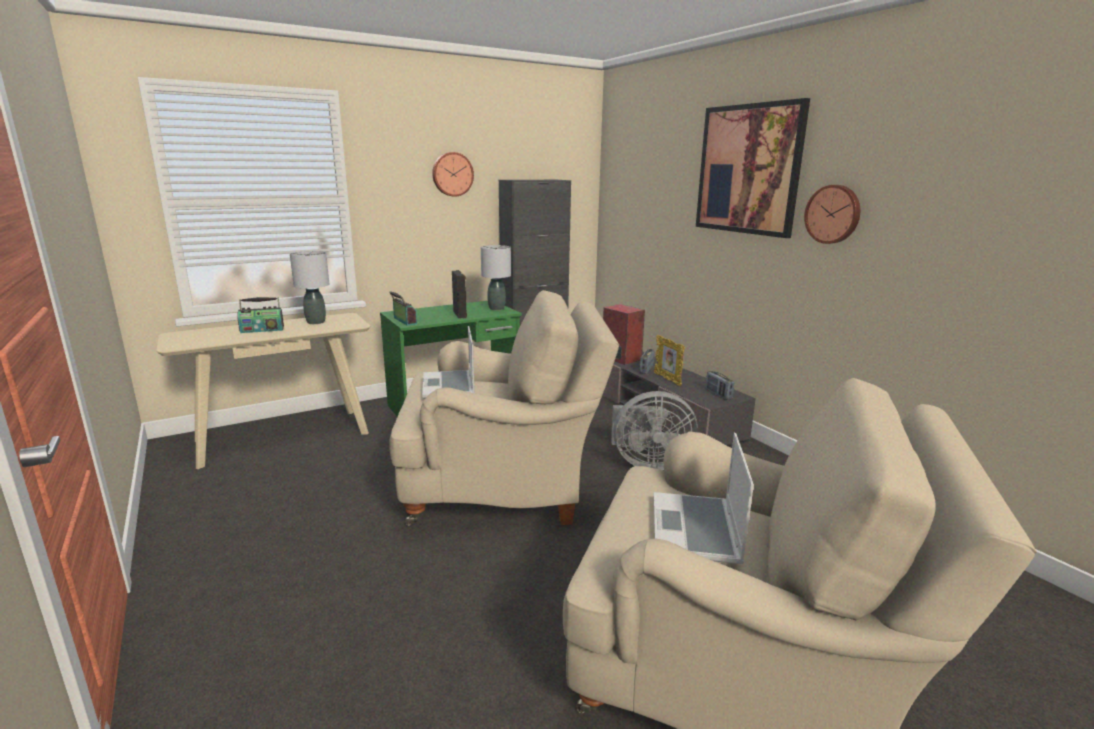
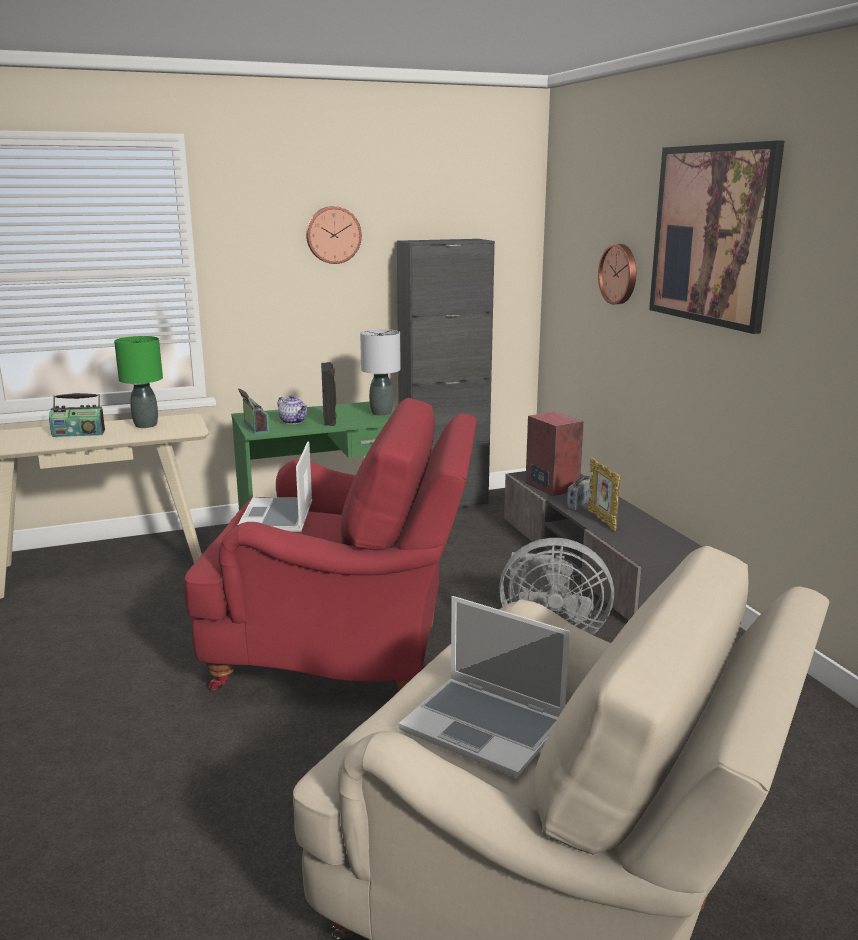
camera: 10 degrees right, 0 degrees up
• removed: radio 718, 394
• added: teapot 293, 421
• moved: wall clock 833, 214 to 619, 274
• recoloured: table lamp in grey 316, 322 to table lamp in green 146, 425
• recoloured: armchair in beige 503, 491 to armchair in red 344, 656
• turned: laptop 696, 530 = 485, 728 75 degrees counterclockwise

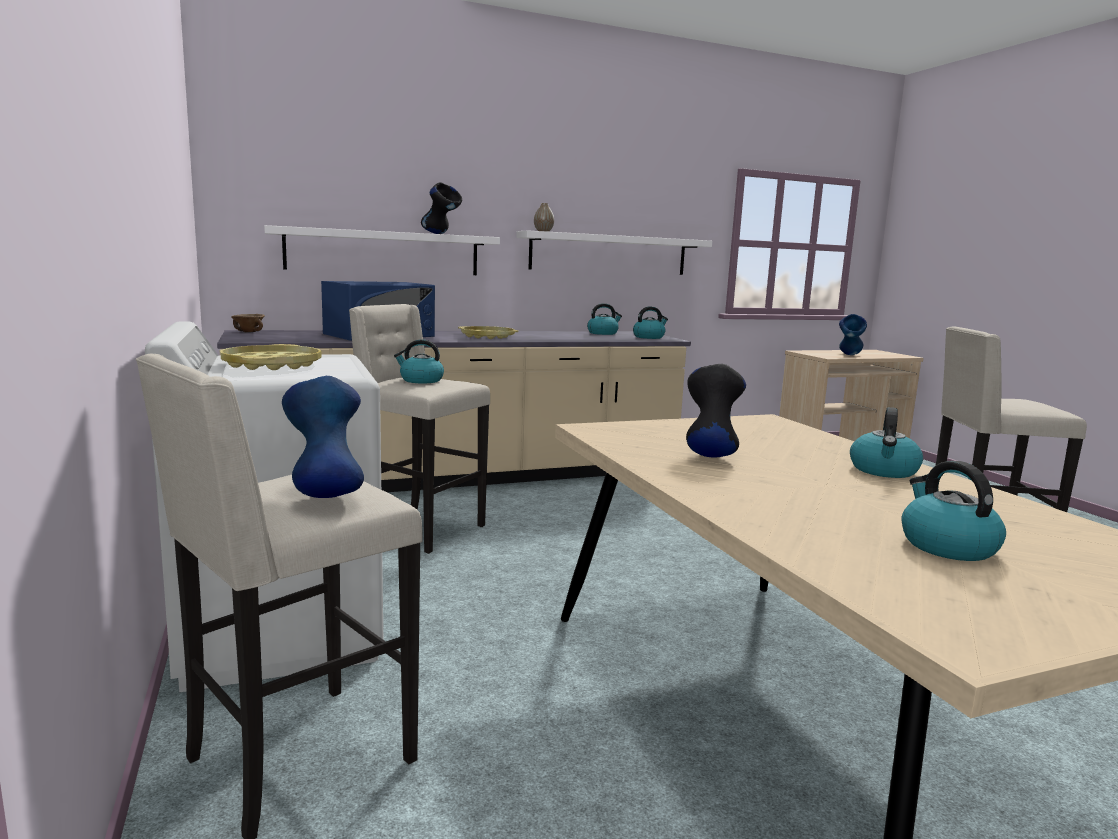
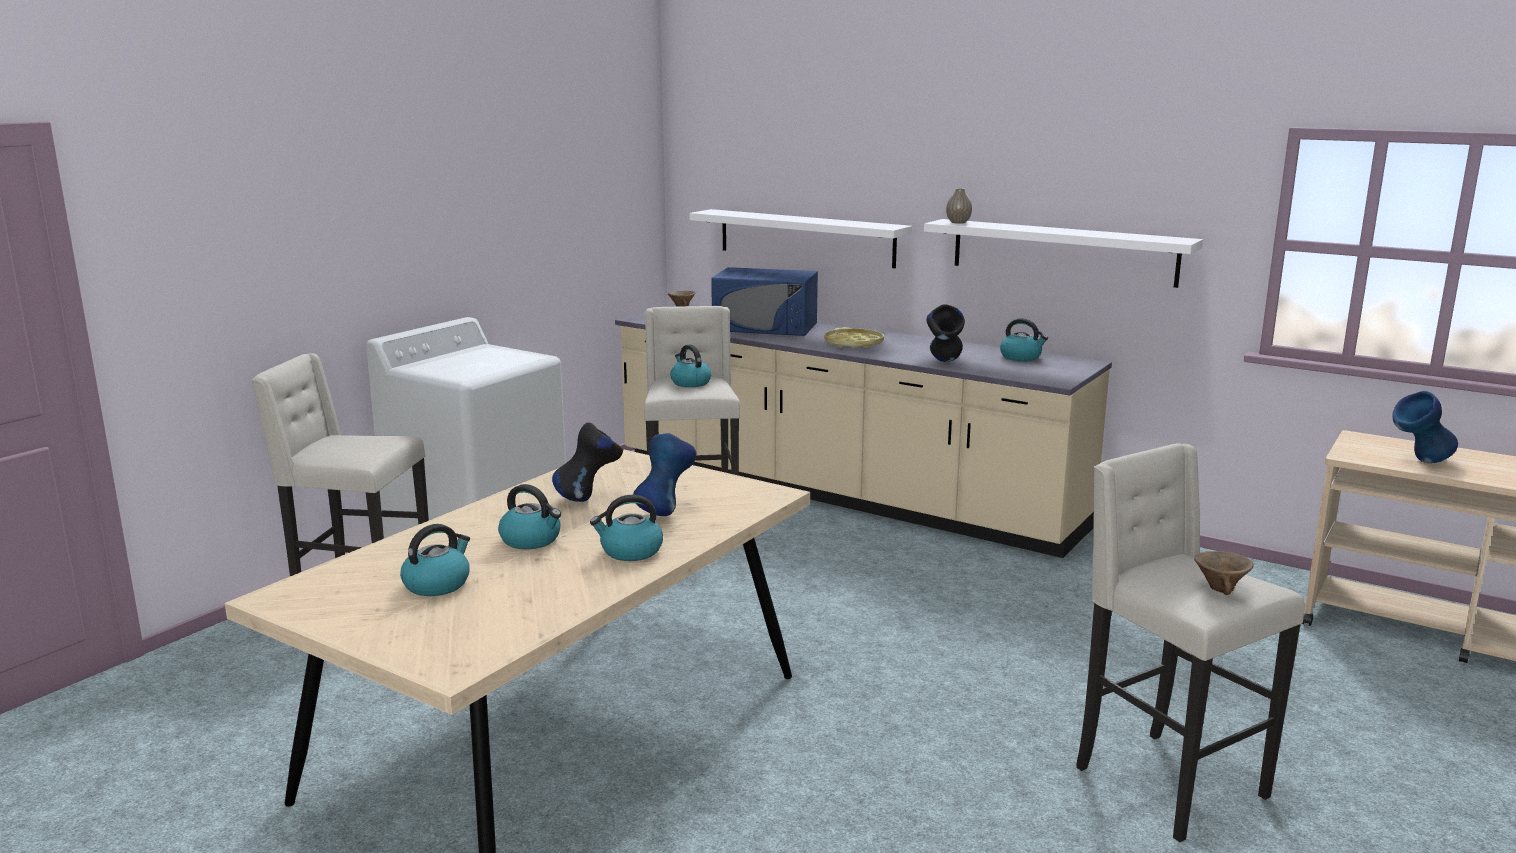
camera: 55 degrees right, 5 degrees up
• removed: tray in yellow 272, 365
• added: bowl in brown 1221, 589
• moved: vase in blue 325, 493 to 665, 512
• moved: vase in black 441, 234 to 944, 363
• moved: kettle 649, 337 to 531, 540

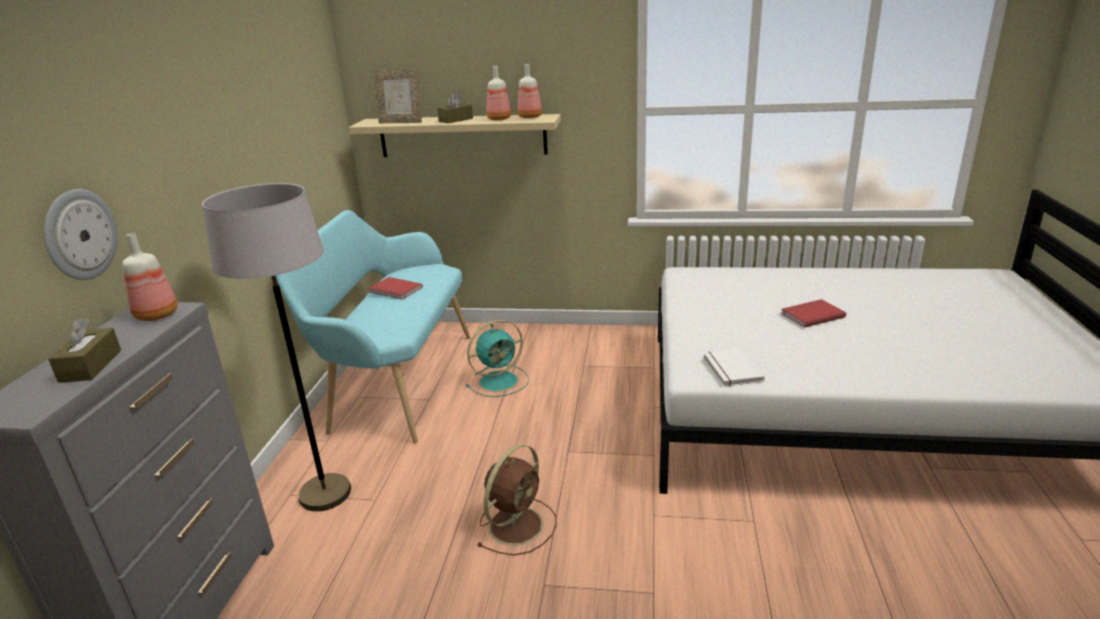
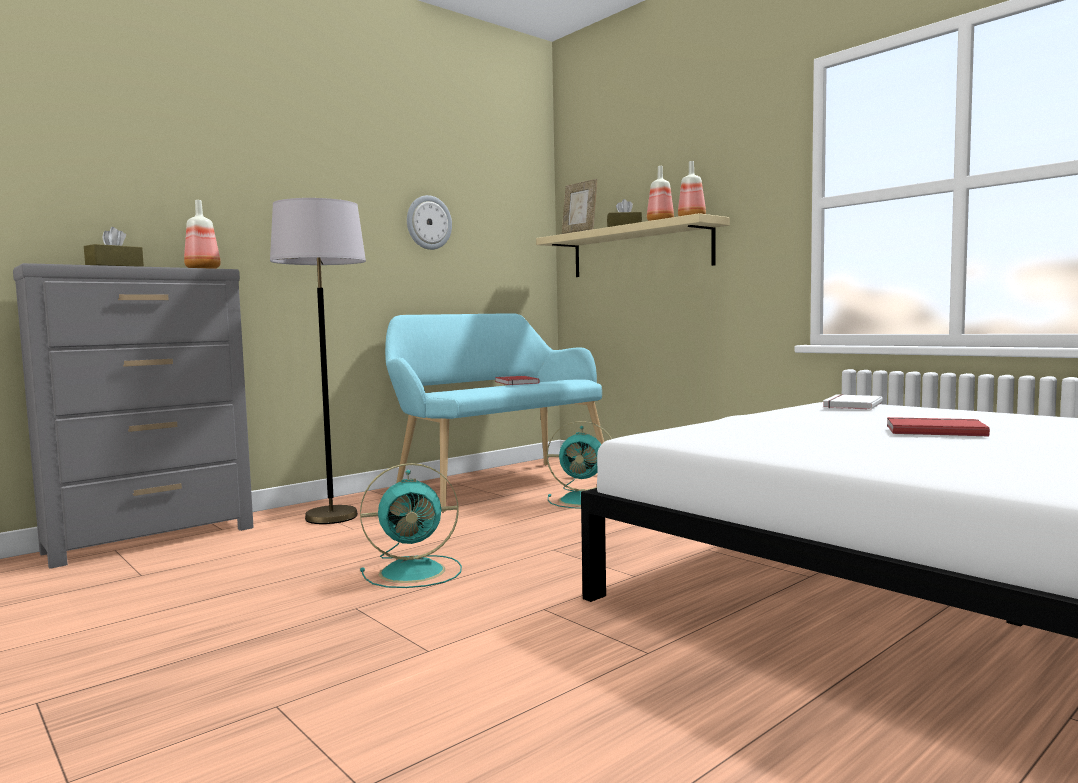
camera: 40 degrees right, 20 degrees down
• moved: wall clock 79, 234 to 428, 222
• moved: book in white 730, 370 to 850, 405
• recoloured: fan in brown 517, 524 to fan in turquoise 415, 571

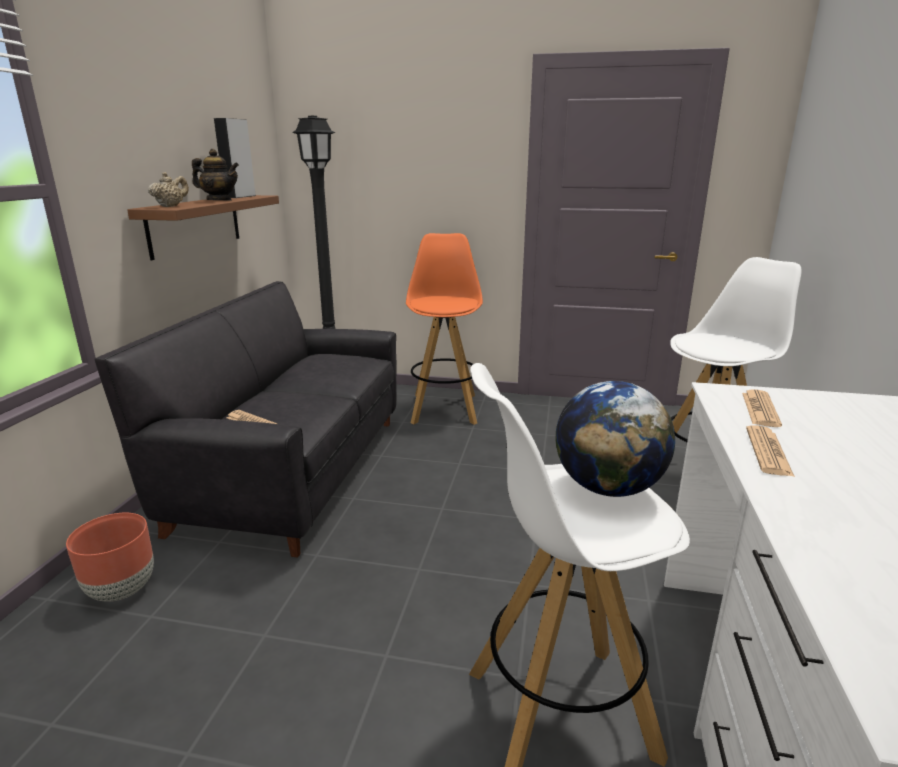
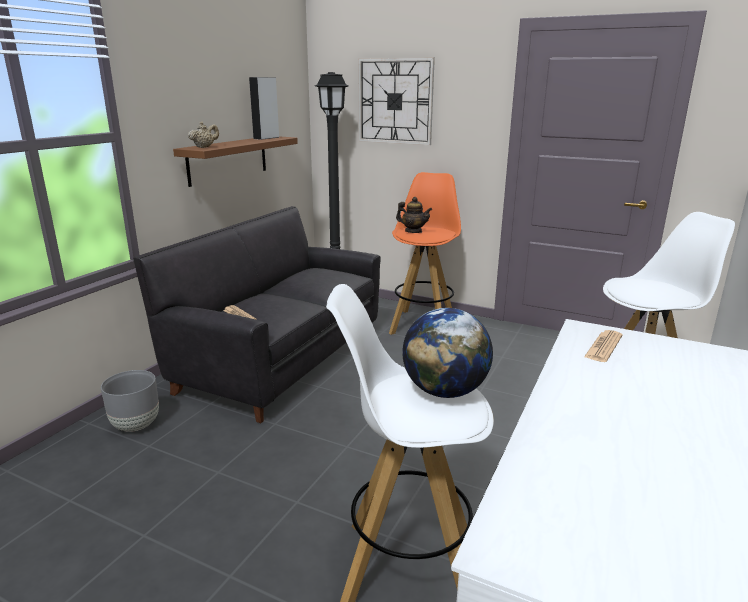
camera: 15 degrees right, 0 degrees up
• removed: newspaper 768, 452
• added: wall clock 395, 101
• moved: teapot 219, 200 to 413, 231
• recoloured: planter in brown 121, 589 to planter in grey 136, 425

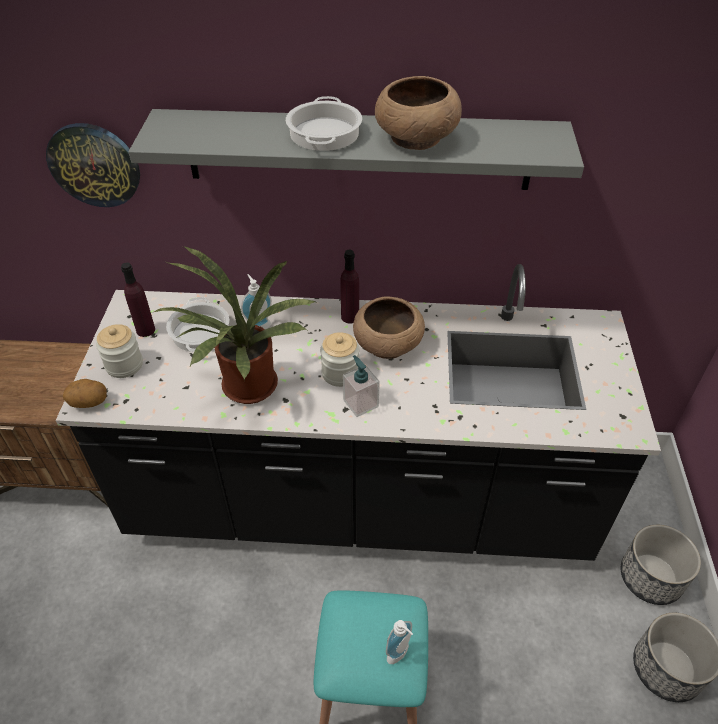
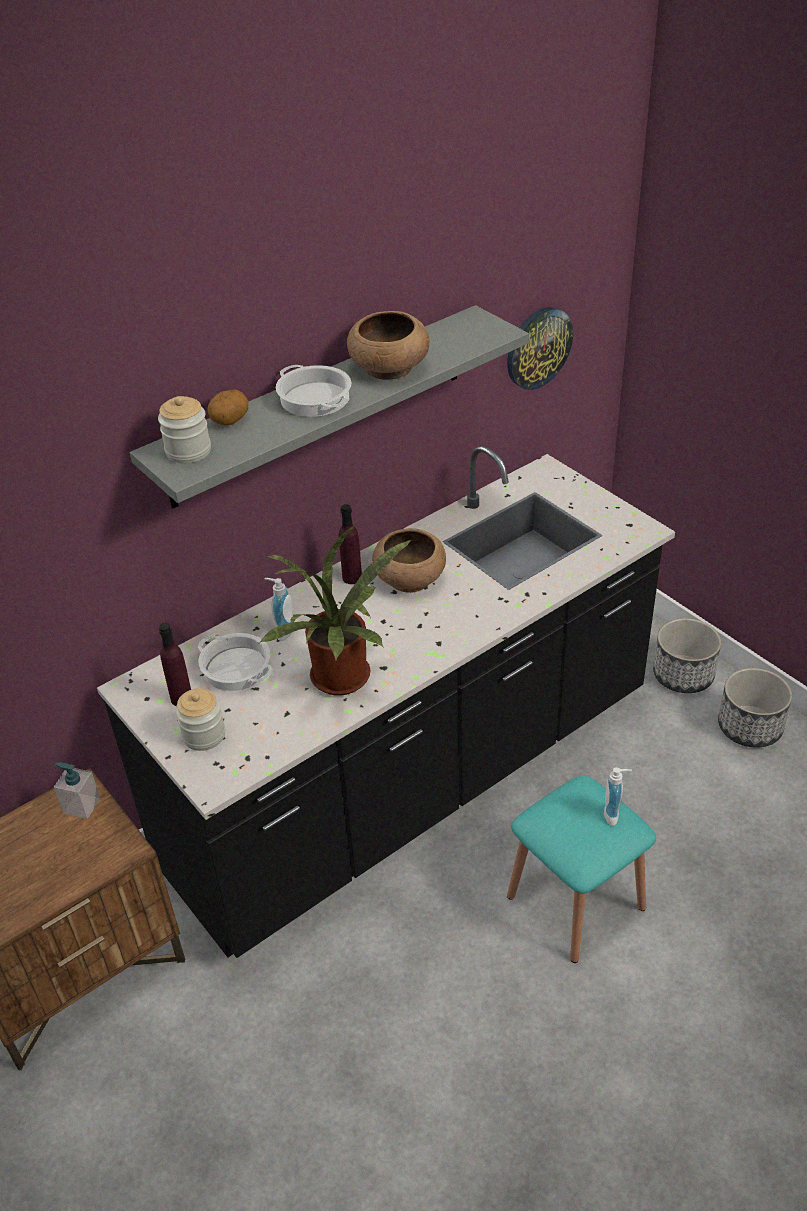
camera: 40 degrees left, 5 degrees down
• moved: wall clock 94, 165 to 538, 347
• moved: potato 89, 402 to 230, 421
• moved: jar 340, 373 to 188, 451
• moved: soap dispenser 360, 403 to 81, 805

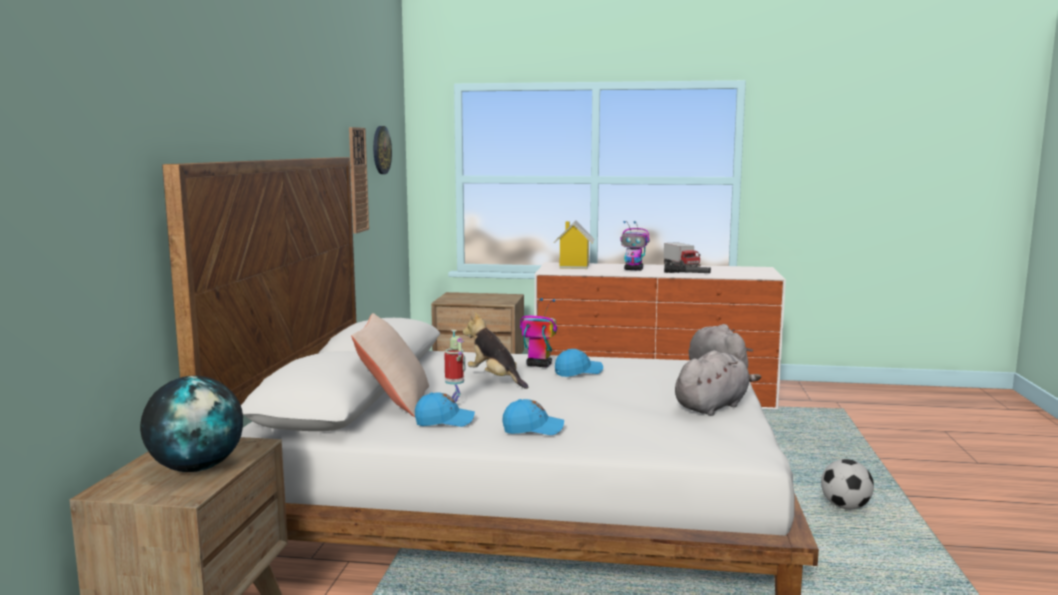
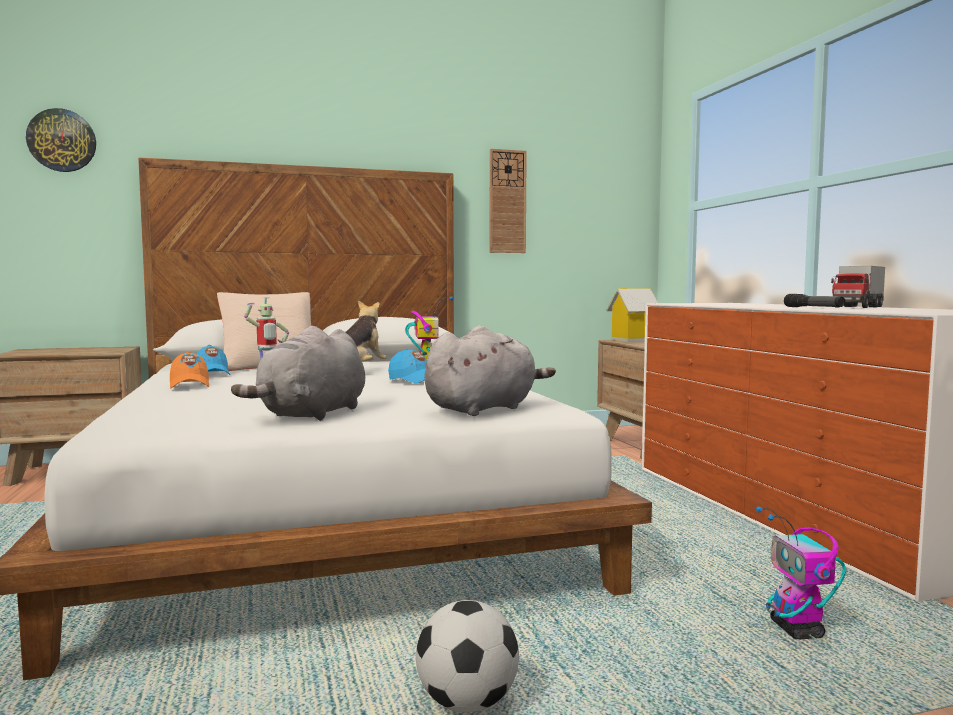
camera: 65 degrees right, 5 degrees down
• removed: globe 197, 468
• moved: wall clock 381, 150 to 62, 140
• moved: toy house 573, 266 to 633, 340
• moved: toy robot 634, 269 to 797, 631
• recoloured: cap in blue 533, 429 to cap in orange 189, 385
• turned: plush toy in grey 712, 406 = 312, 414 90 degrees clockwise

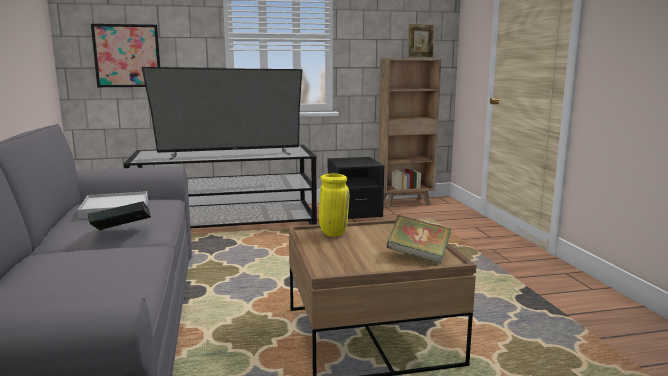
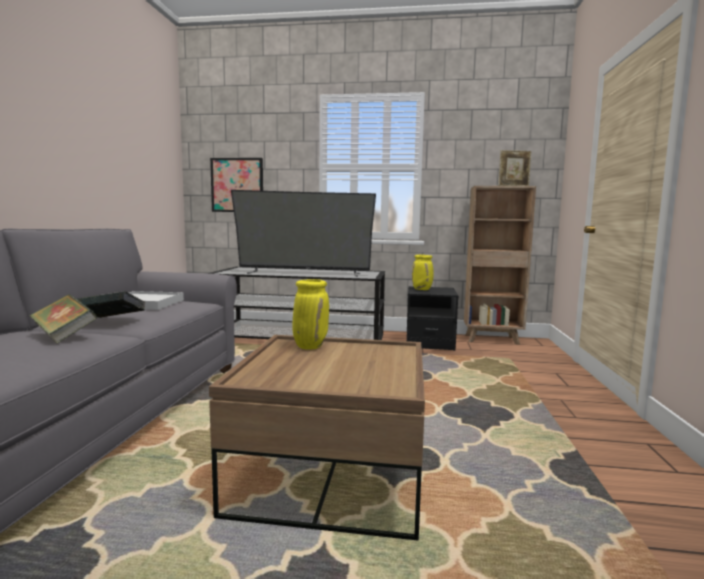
camera: 20 degrees right, 5 degrees down
• added: vase in yellow 422, 289
• moved: book 418, 256 to 64, 336

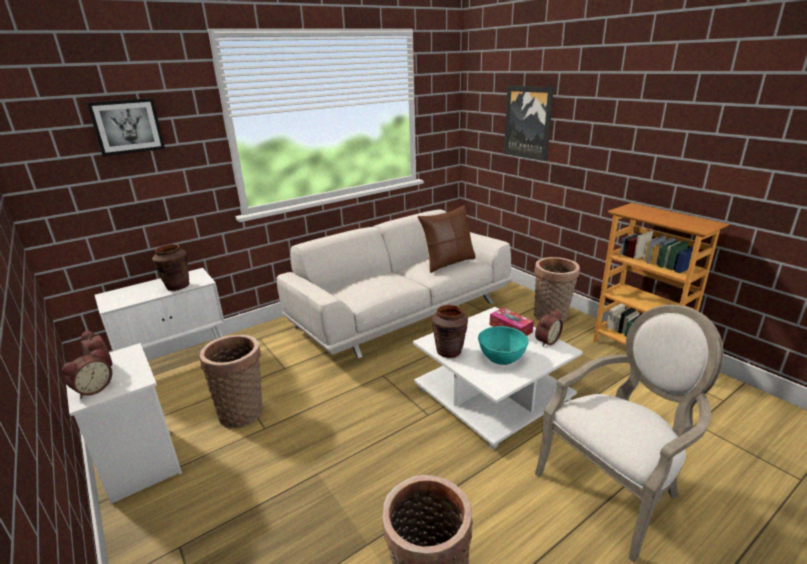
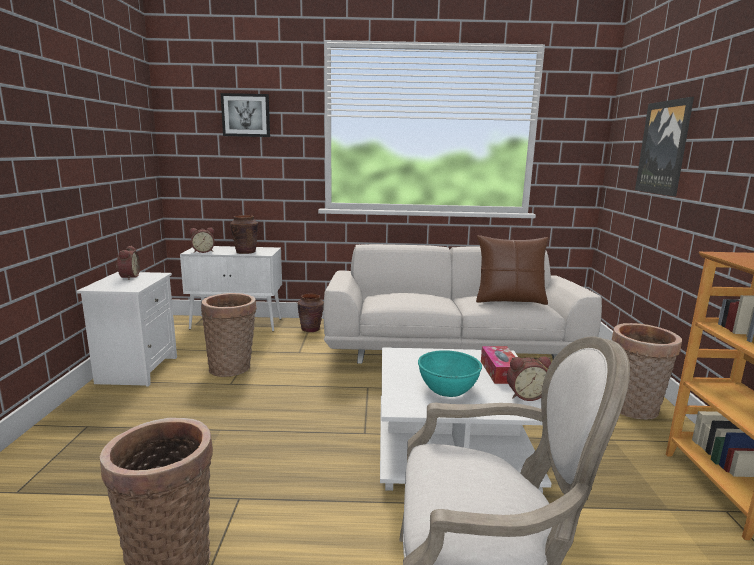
camera: 35 degrees right, 10 degrees down
• moved: alarm clock 93, 389 to 203, 251
• moved: vase in brown 449, 351 to 311, 329

